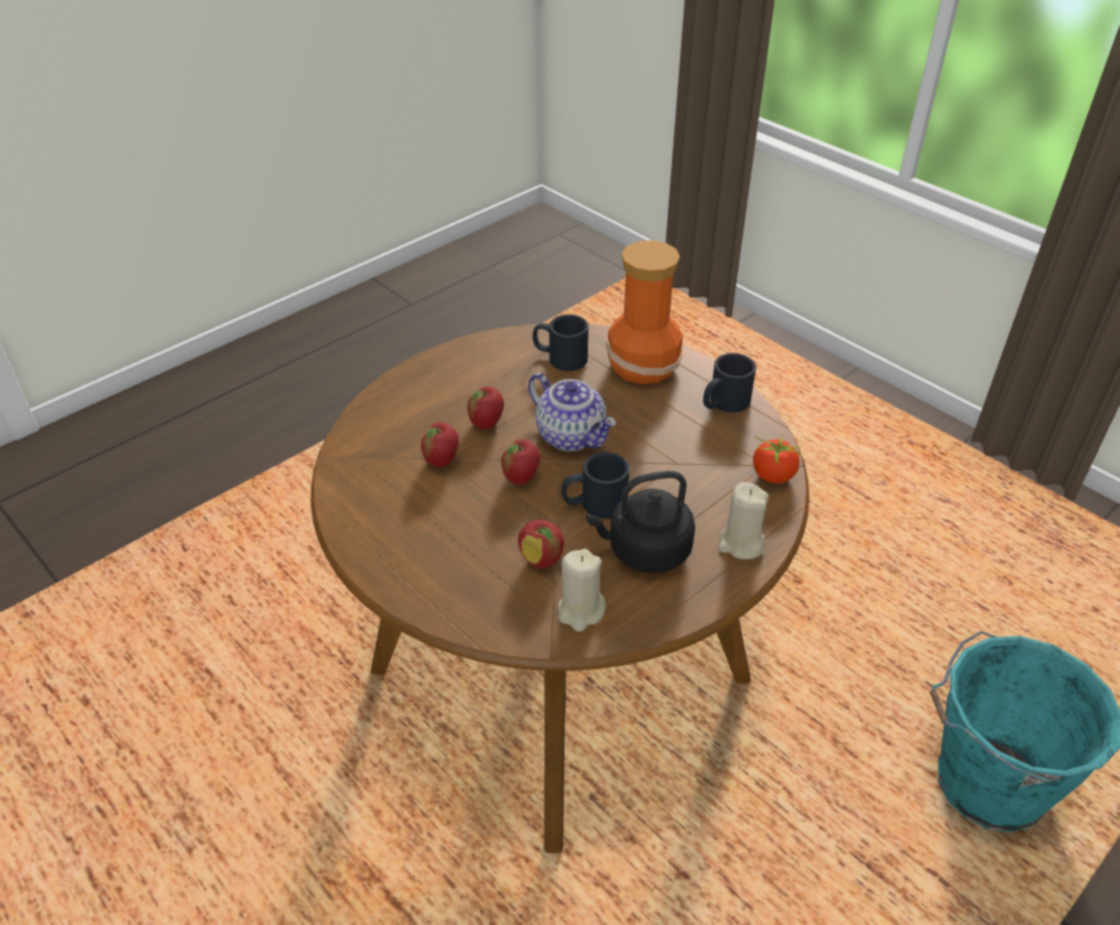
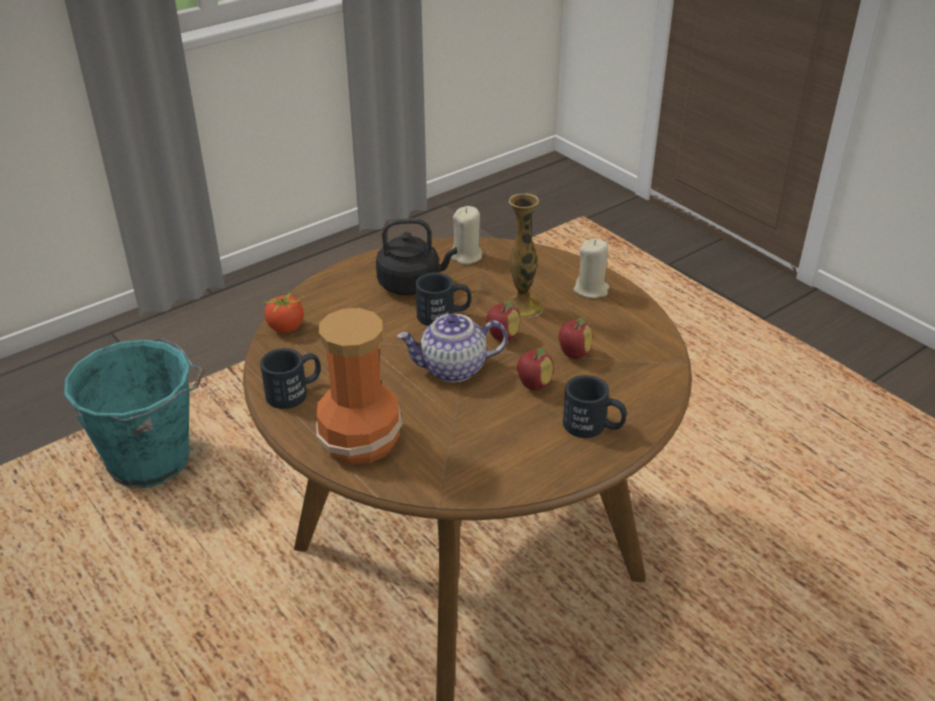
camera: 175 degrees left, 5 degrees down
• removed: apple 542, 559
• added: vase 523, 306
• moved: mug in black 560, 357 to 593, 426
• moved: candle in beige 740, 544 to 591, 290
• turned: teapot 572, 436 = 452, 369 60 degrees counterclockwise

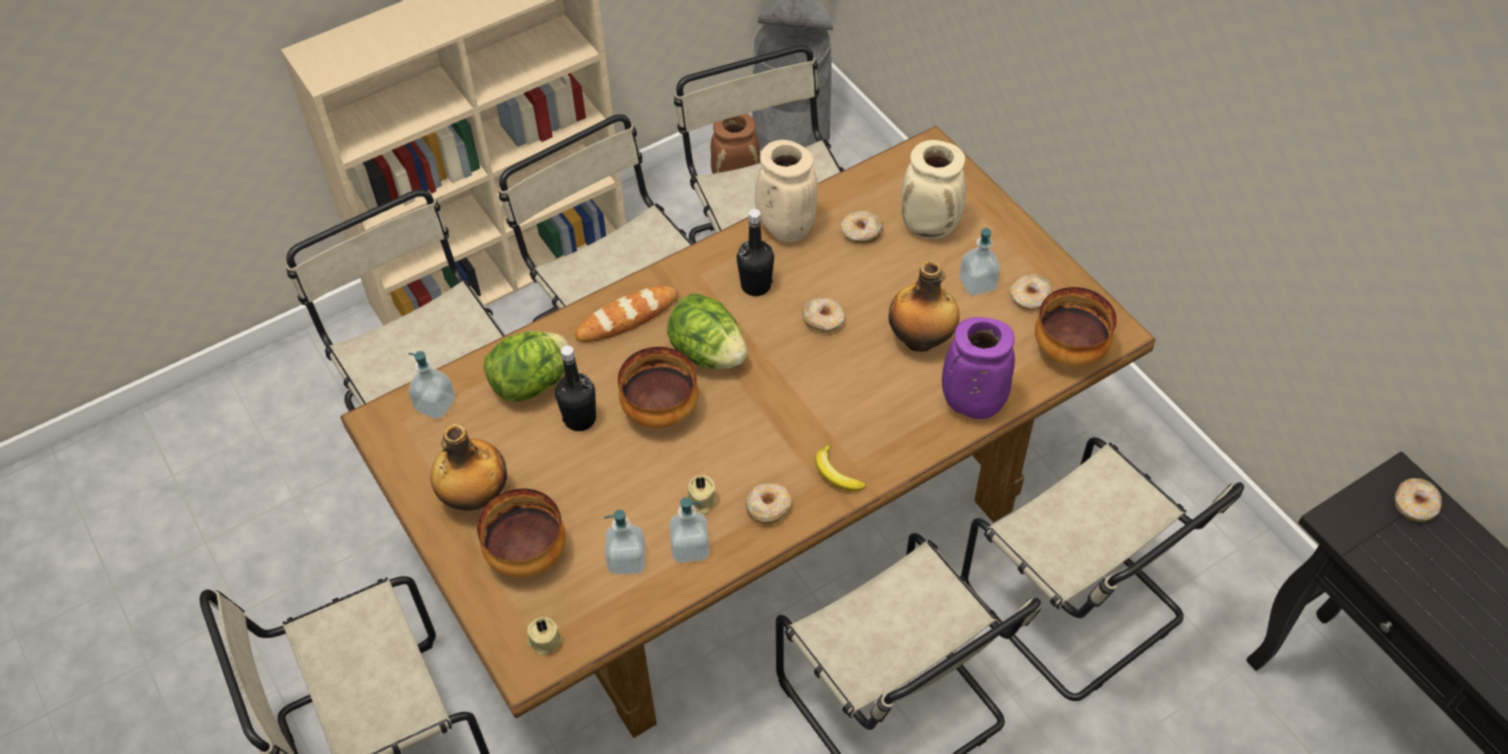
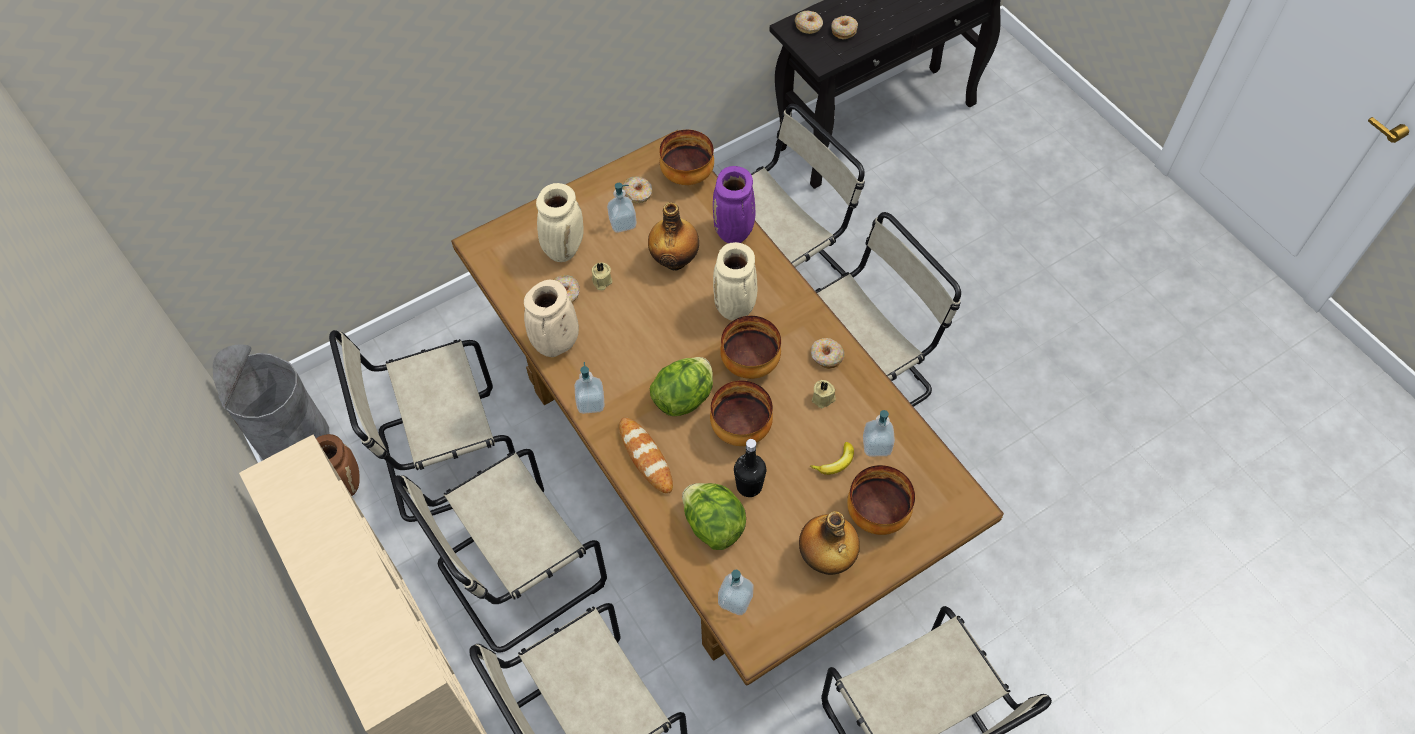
camera: 90 degrees left, 5 degrees up
• removed: bottle in black 756, 285
• added: vase in beige 736, 309
• added: bowl 750, 364
• moved: candle in beige 544, 641 to 601, 281
• moved: soap dispenser 690, 548 to 591, 403
• moved: donut 823, 320 to 843, 30
• moved: banana 836, 474 to 835, 463

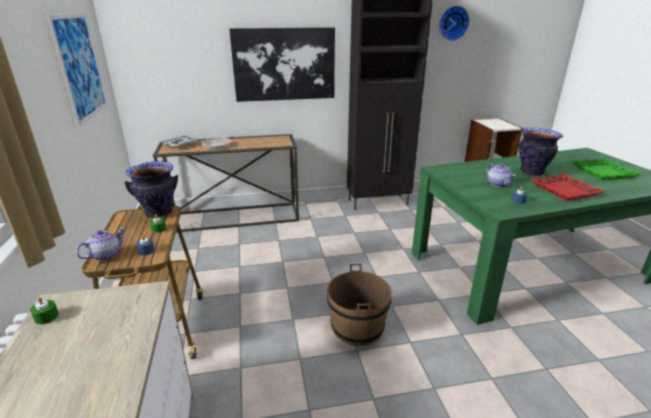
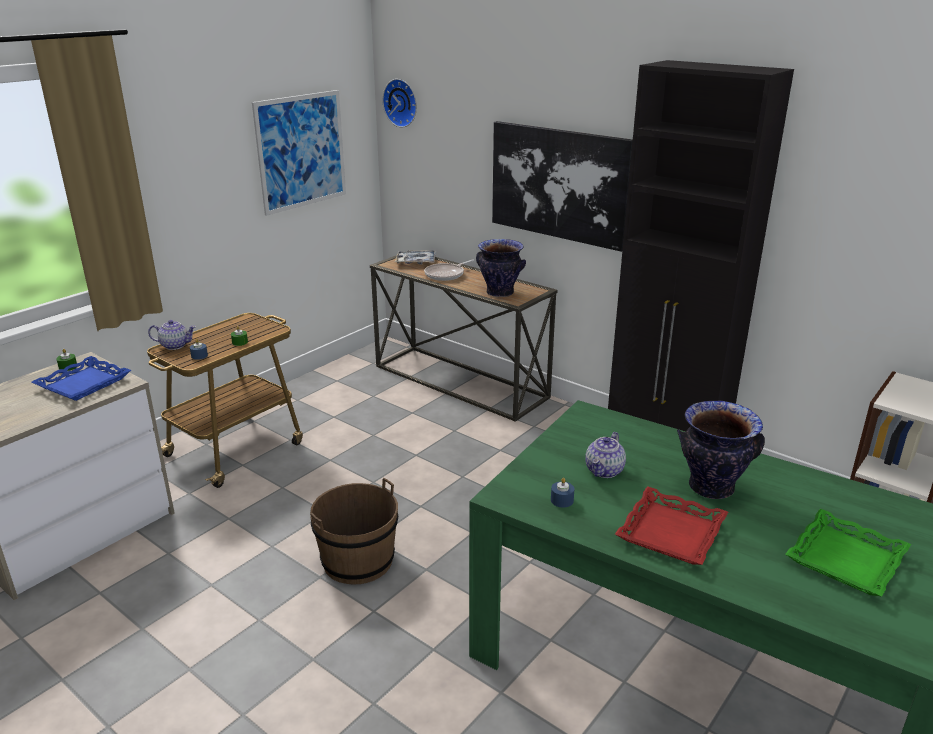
camera: 50 degrees right, 0 degrees up
• added: tray in blue 83, 383
• moved: vase 159, 213 to 500, 293
• moved: wall clock 452, 23 to 402, 102

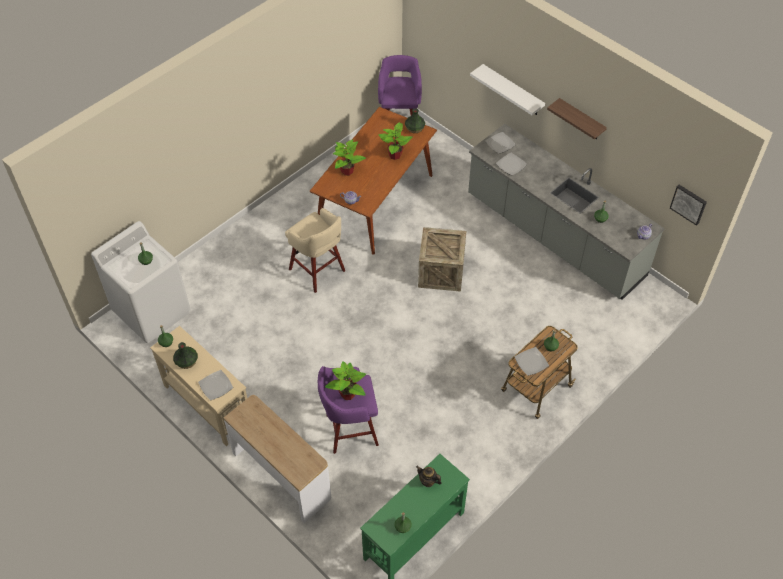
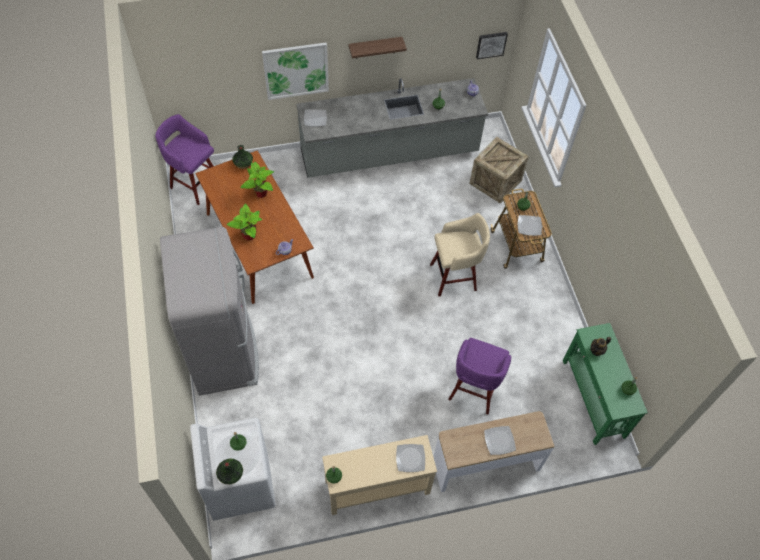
camera: 60 degrees left, 5 degrees up
• removed: potted plant 348, 394
• added: fridge in grey 224, 351
• moved: vase 187, 361 to 230, 474
• moved: stool in beige 318, 271 to 455, 277
• moved: crate 441, 272 to 495, 182
• moved: plate 511, 165 to 499, 441
• replaced: shelf in white 512, 90 to picture 296, 70

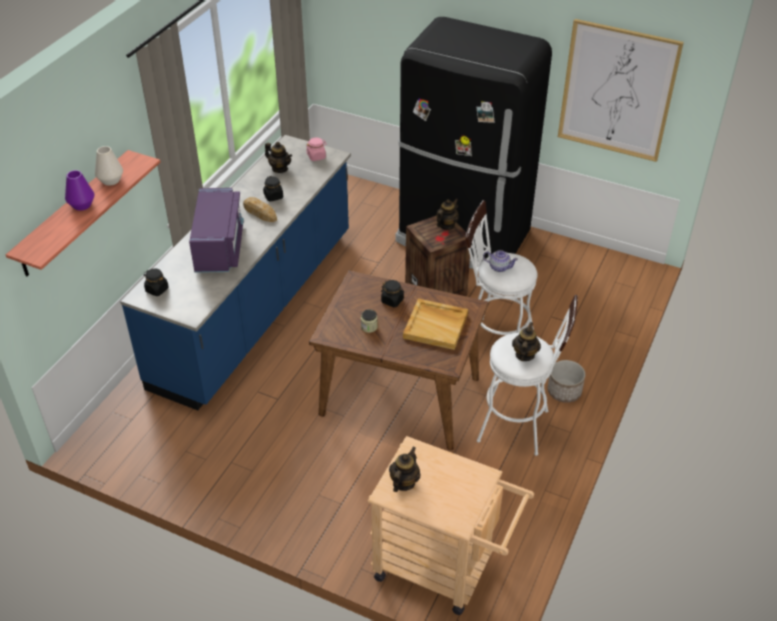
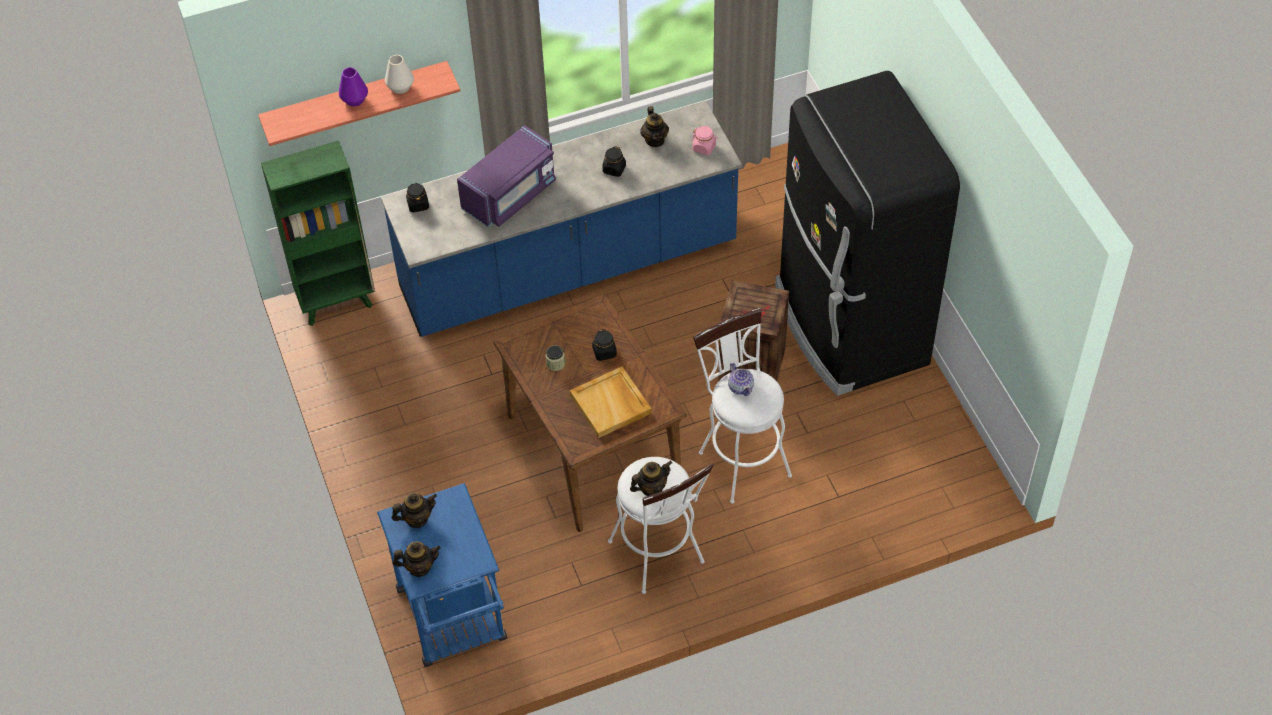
camera: 45 degrees right, 10 degrees up
• removed: bread 259, 212
• removed: planter 564, 392
• removed: picture 617, 91
• added: bookcase in green 337, 302
• moved: teapot 446, 225 to 419, 567
• recoloured: cart in beige 443, 569 to cart in blue 455, 622

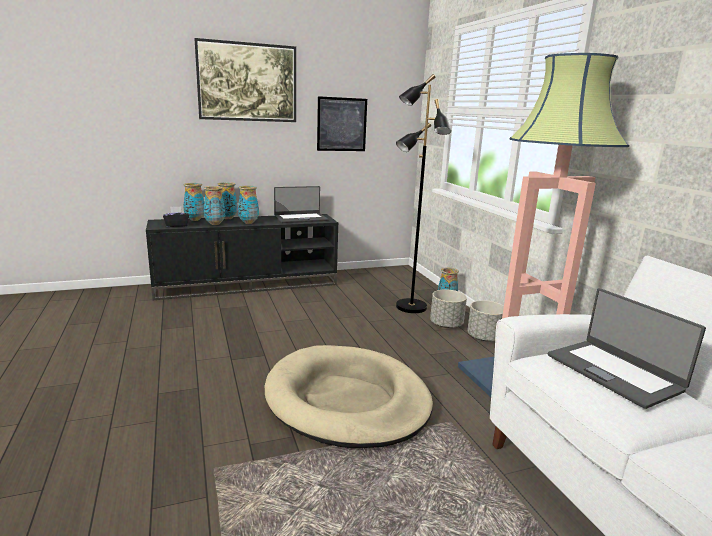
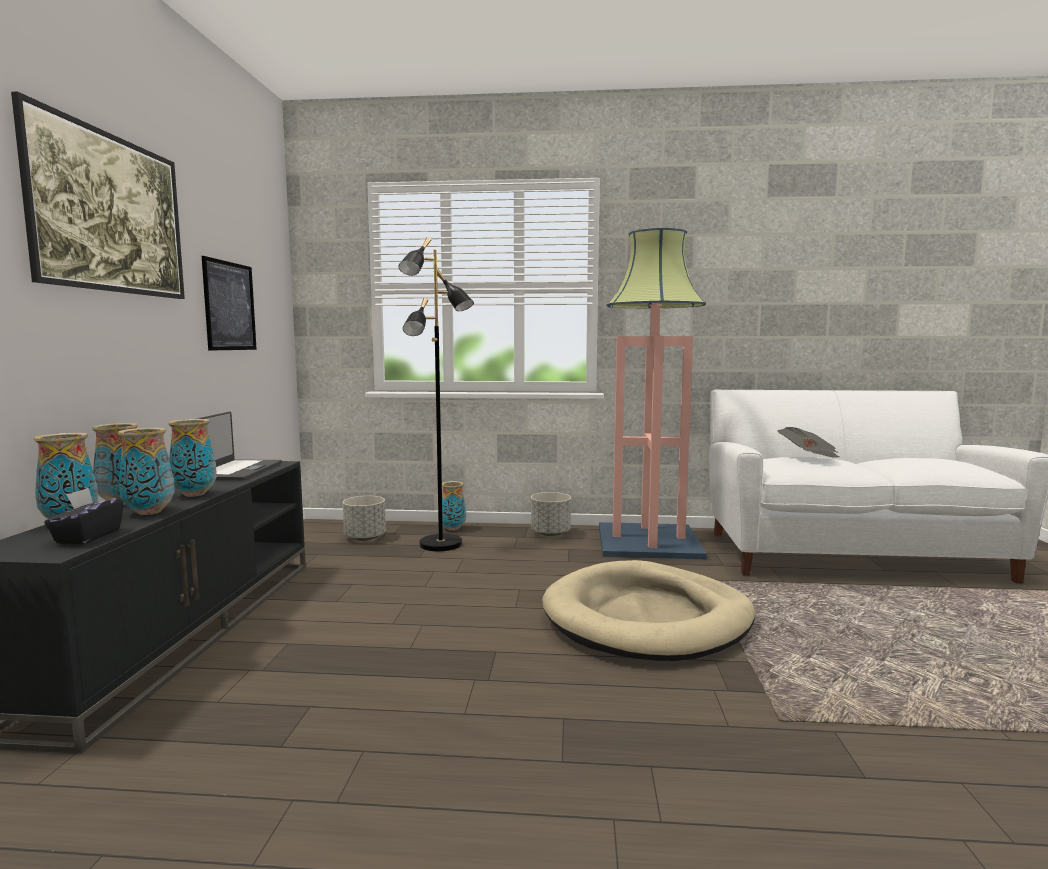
camera: 65 degrees left, 10 degrees down
• moved: planter in grey 446, 324 to 365, 538
• replaced: laptop 614, 372 to newspaper 809, 458

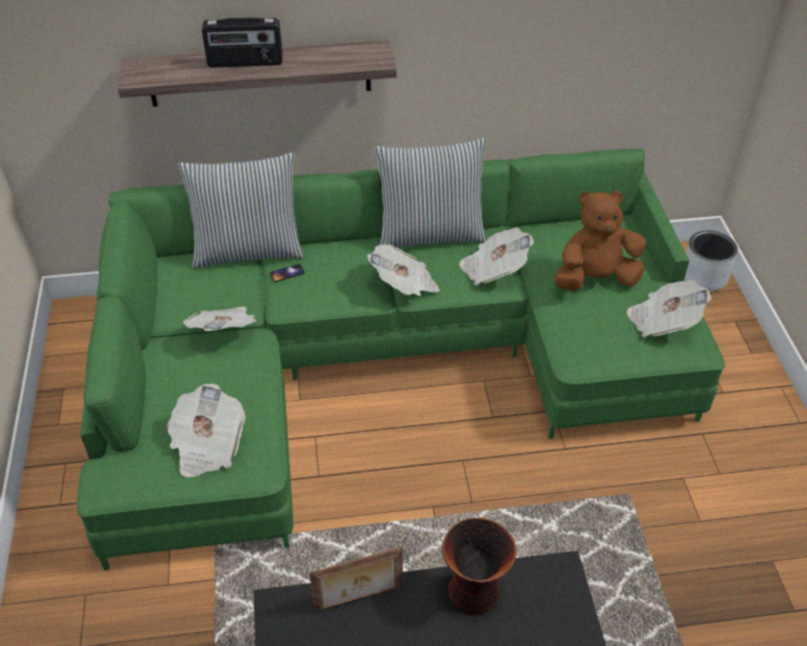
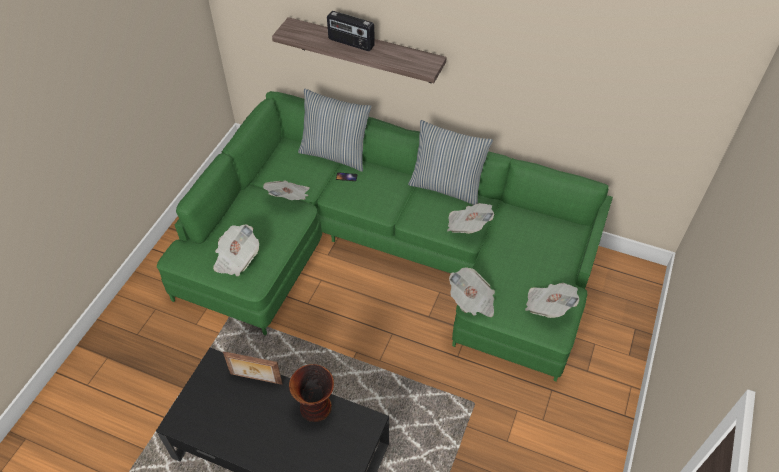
camera: 30 degrees right, 5 degrees up
• removed: plush toy in brown 595, 279
• removed: planter in grey 703, 277
• moved: newspaper 404, 285 to 472, 301

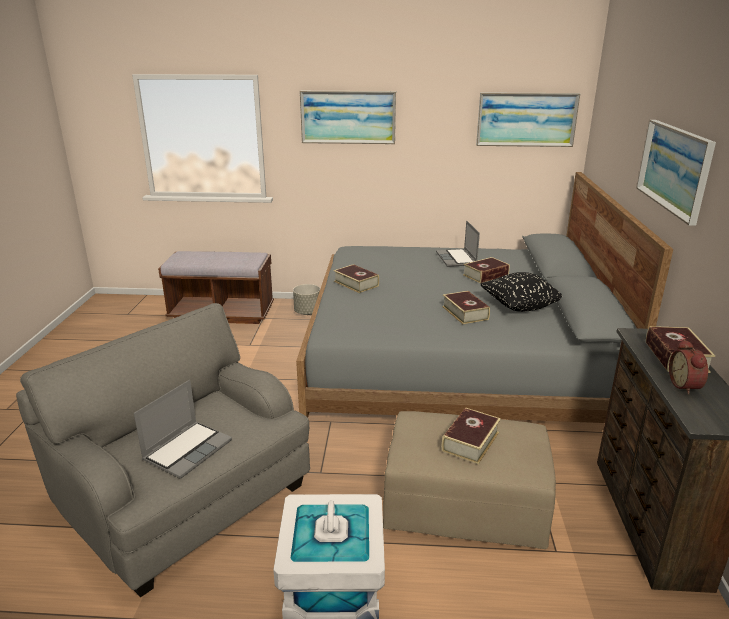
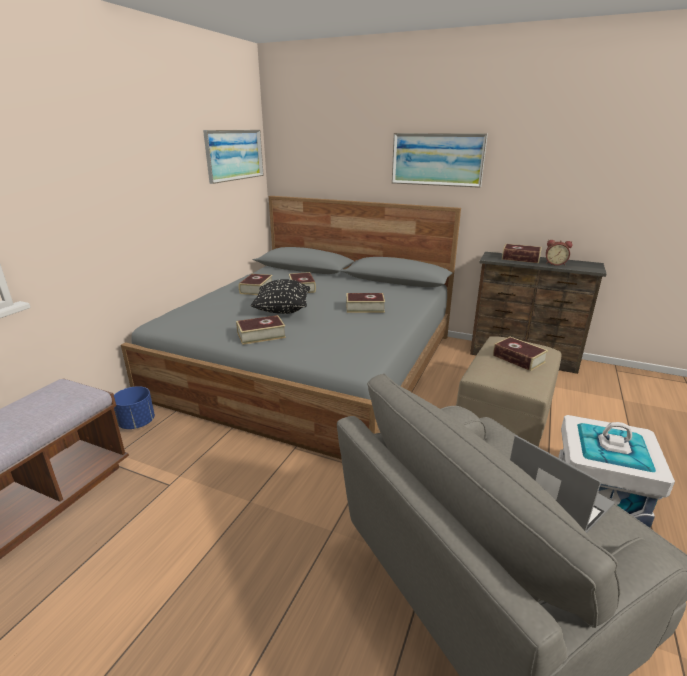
camera: 70 degrees left, 0 degrees up
• removed: picture 348, 117
• moved: pillow in black 519, 306 to 283, 310
• replaced: laptop 457, 259 to book 256, 289
• recoloured: planter in grey 307, 312 to planter in blue 137, 423

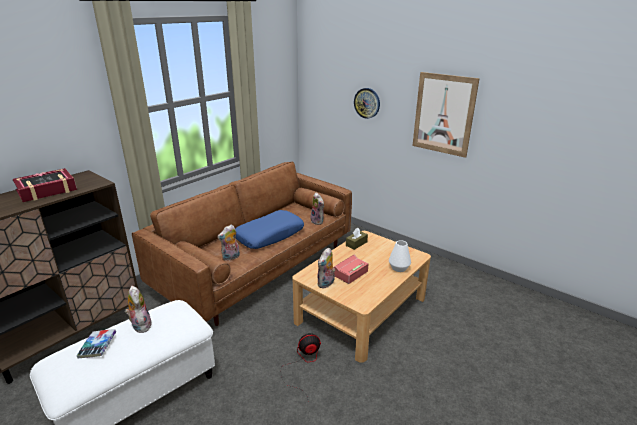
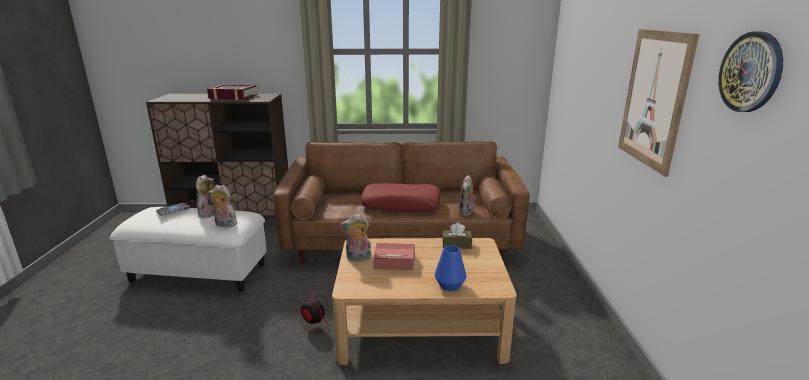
camera: 50 degrees right, 5 degrees down
• moved: plush toy 231, 257 to 224, 225
• moved: wall clock 367, 103 to 751, 72
• recoloured: pillow in blue 269, 235 to pillow in red 401, 205
• recoloured: vase in white 399, 268 to vase in blue 449, 285

